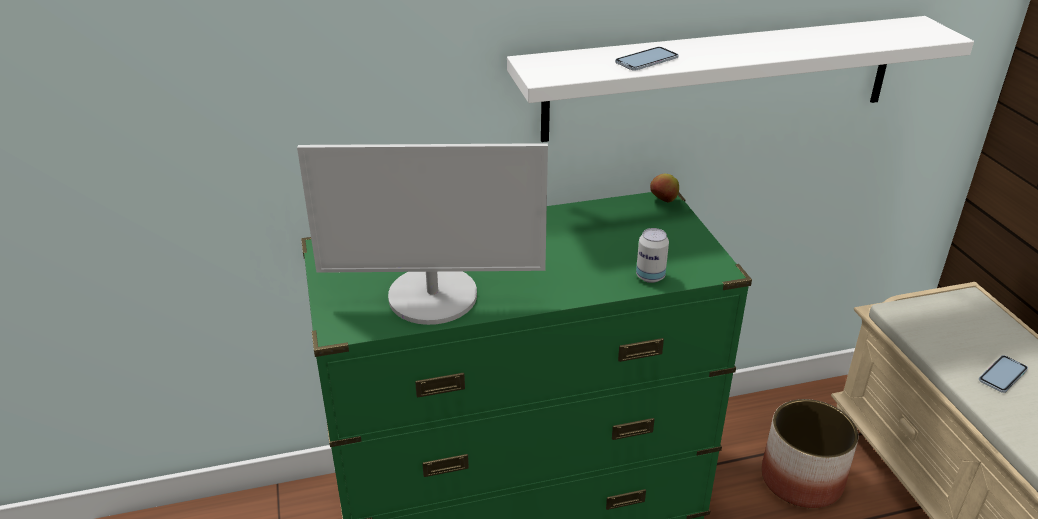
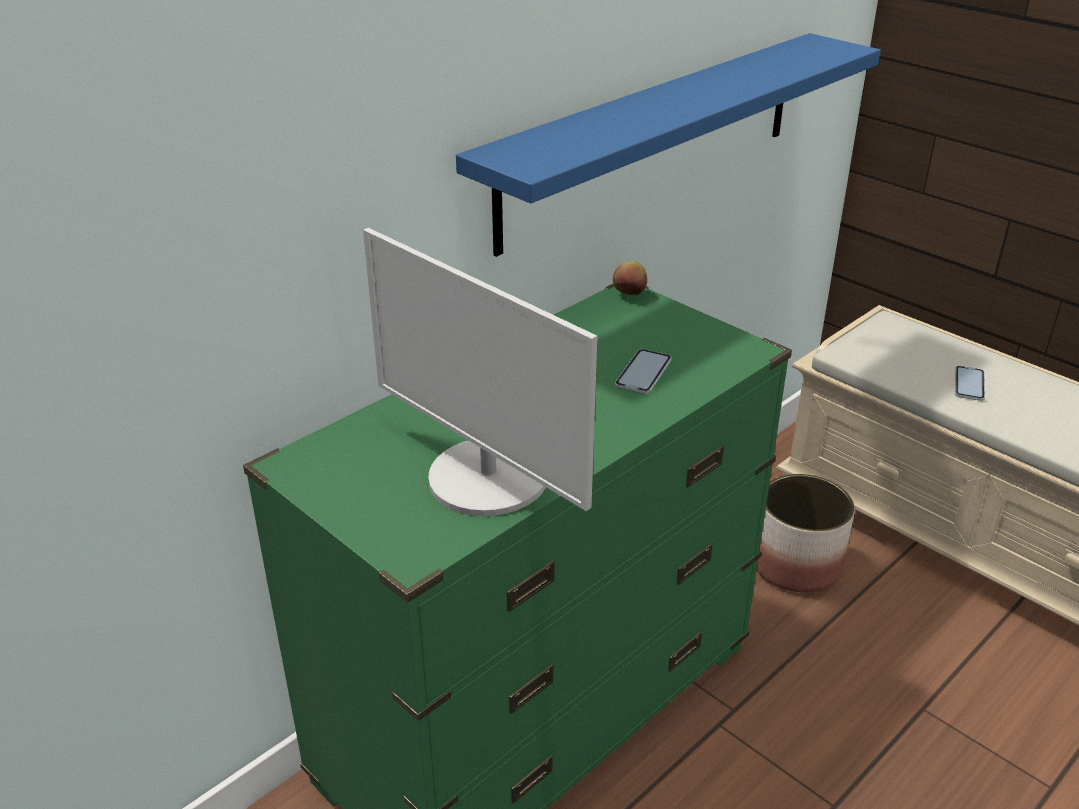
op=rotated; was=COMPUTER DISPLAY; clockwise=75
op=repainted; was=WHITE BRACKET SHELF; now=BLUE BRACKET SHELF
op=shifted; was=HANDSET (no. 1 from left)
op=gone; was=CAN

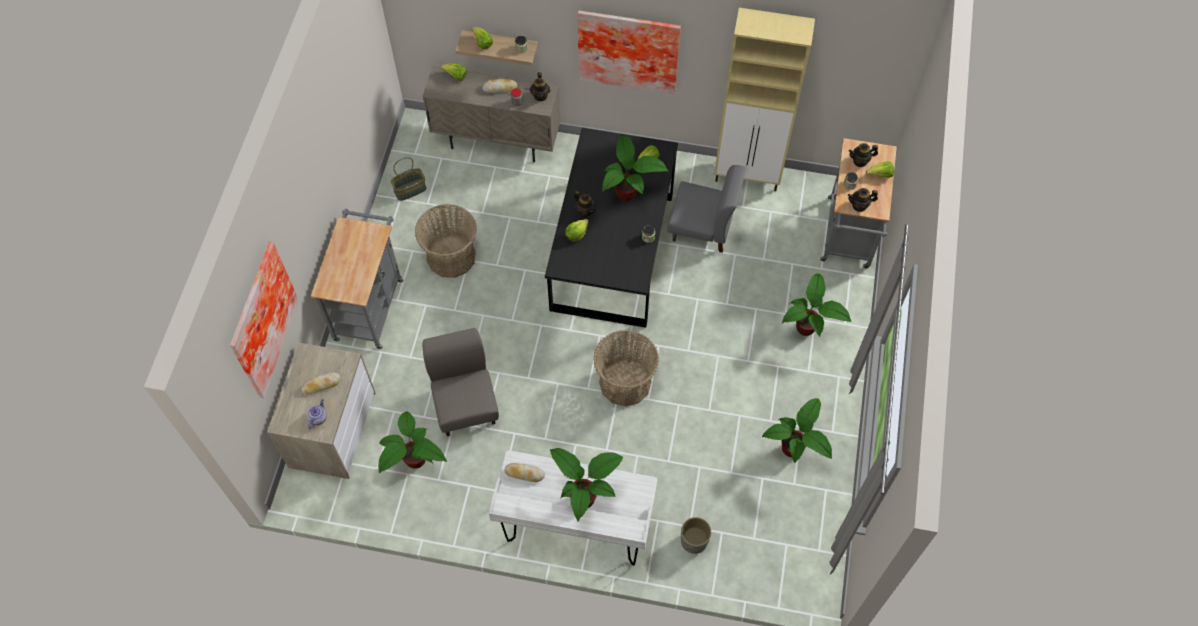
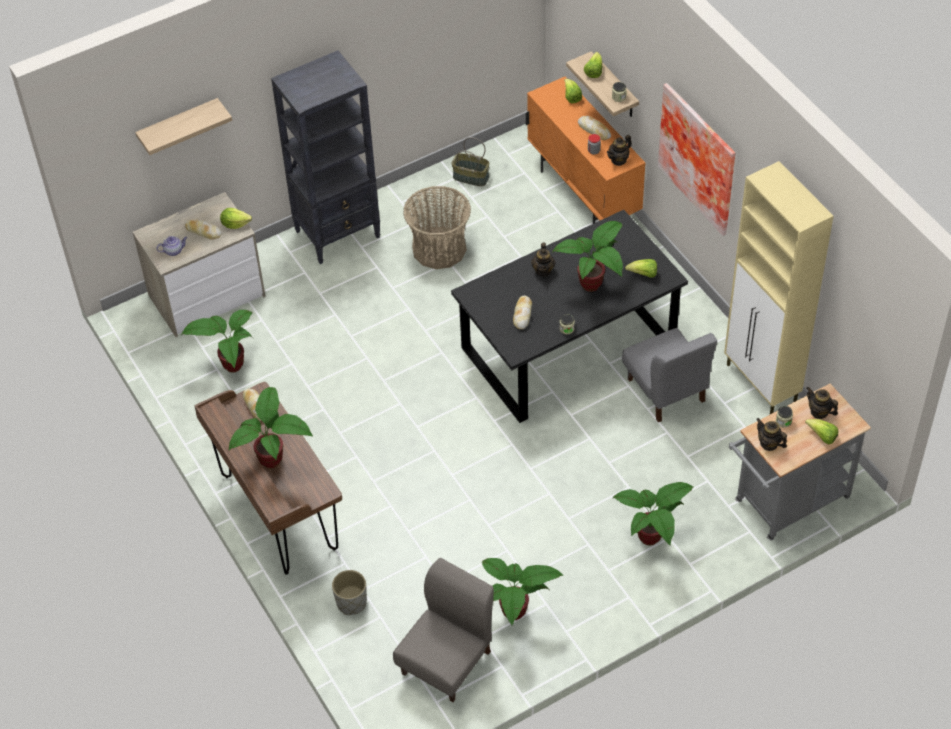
op=swapped; was=WALL ART (no. 1 from left); now=BRACKET SHELF (no. 1 from left)
op=repainted; was=WHITE DESK; now=BROWNISH DESK
op=shifted; was=HEAD OF LETTUCE (no. 3 from left in the first image); now=HEAD OF LETTUCE (no. 1 from left)
op=swapped; was=GRAY CART (no. 1 from left); now=BLACK-COLOURED BOOKSHELF
op=shifted; was=GRAY PLAIN CHAIR (no. 1 from left)
op=new; now=BAKERY BREAD (no. 3 from left)
op=repainted; was=BEIGE STORAGE CABINET (no. 1 from left); now=ORANGEY STORAGE CABINET
op=gone; was=STORAGE BASKET (no. 3 from left)

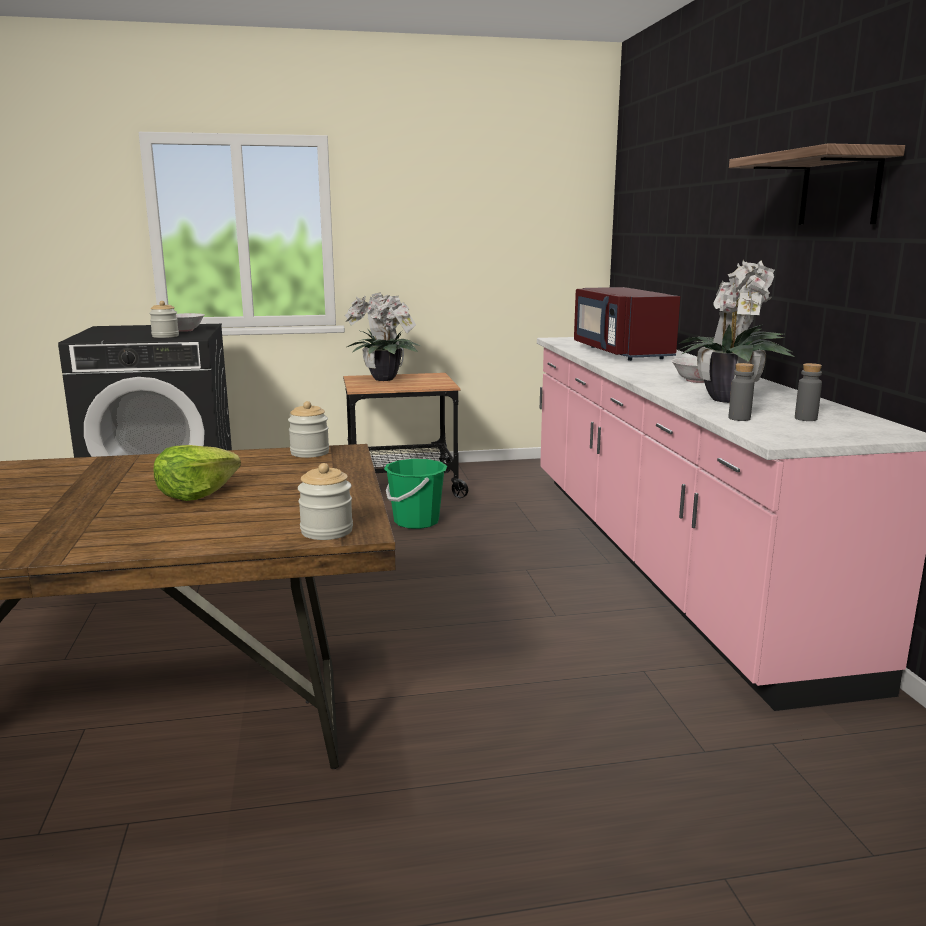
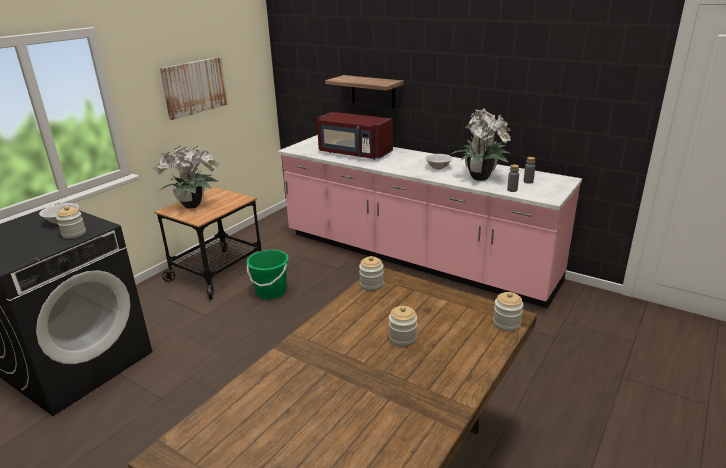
op=new; now=WALL ART
op=shifted; was=BRACKET SHELF
op=swapped; was=HEAD OF LETTUCE; now=STORAGE JAR (no. 3 from left)

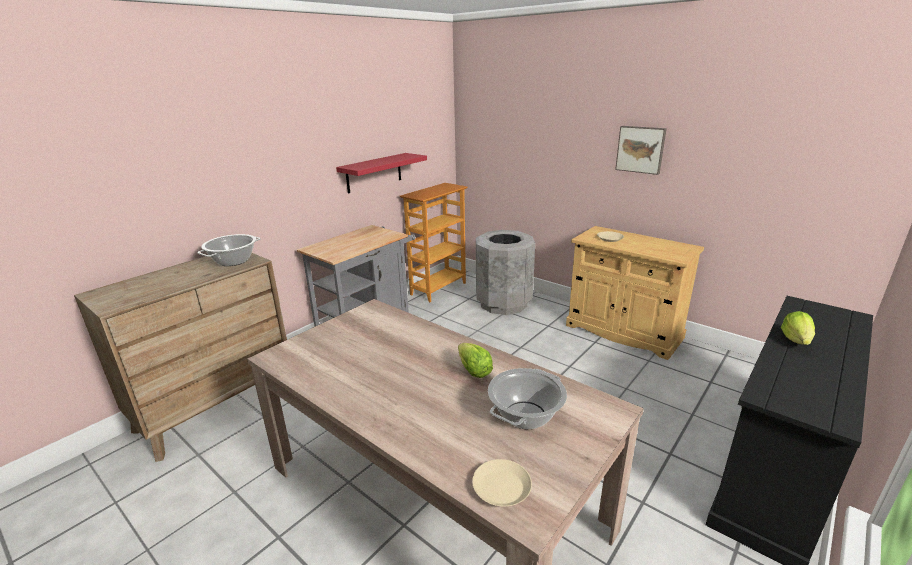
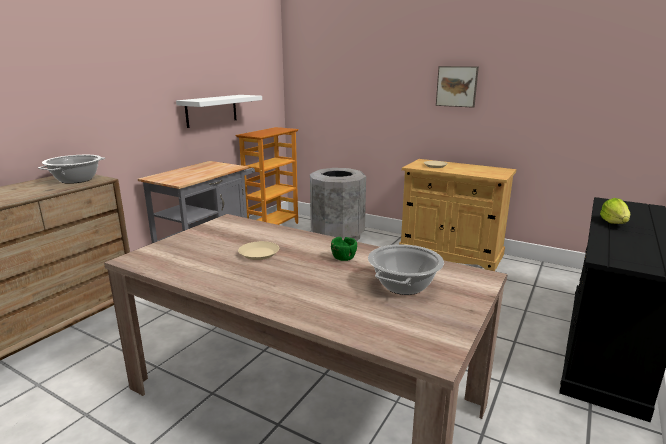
op=repainted; was=REDDISH BRACKET SHELF; now=WHITE BRACKET SHELF
op=shifted; was=BEIGE FLAT DISH (no. 1 from left)
op=swapped; was=HEAD OF LETTUCE (no. 1 from left); now=GREEN-COLOURED SERVING BOWL

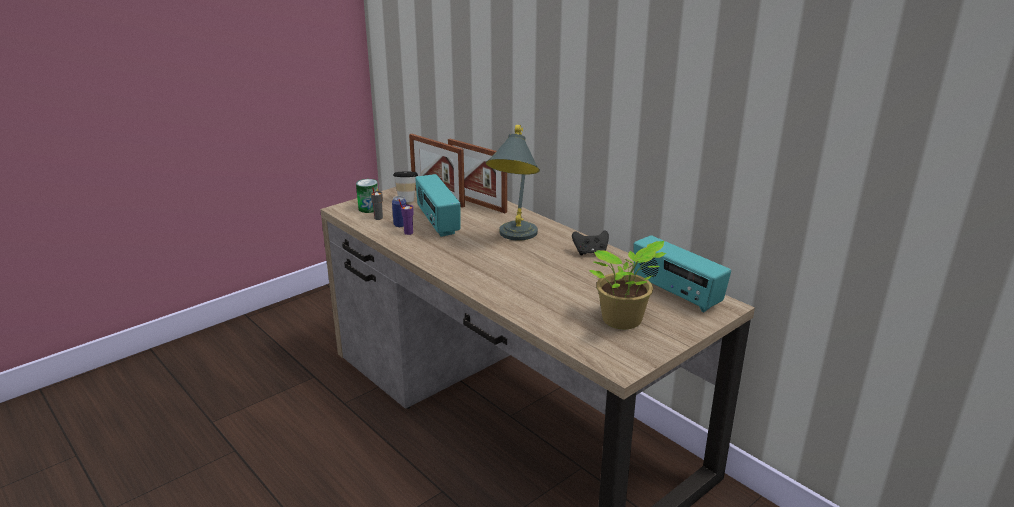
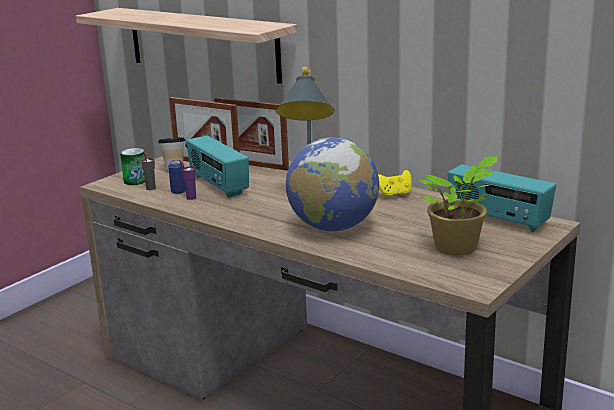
op=new; now=BRACKET SHELF
op=new; now=DESK GLOBE
op=repainted; was=BLACK-COLOURED GAMEPAD; now=YELLOW GAMEPAD

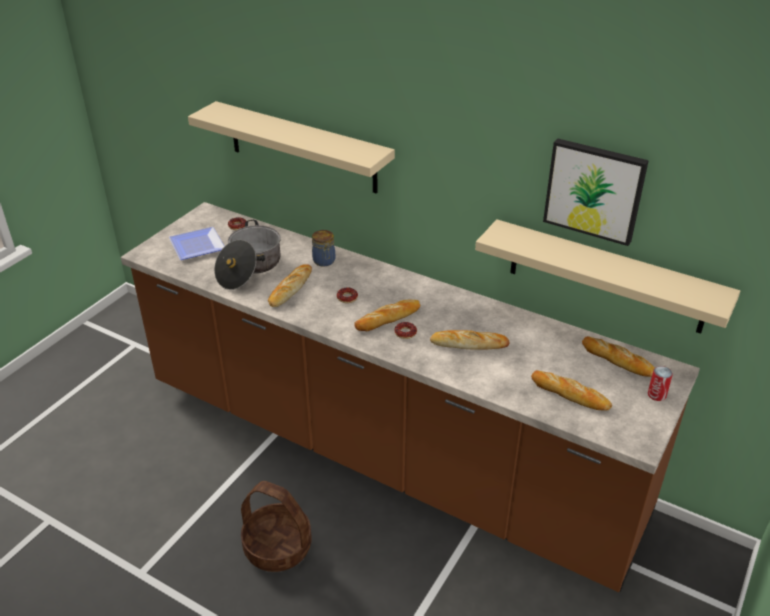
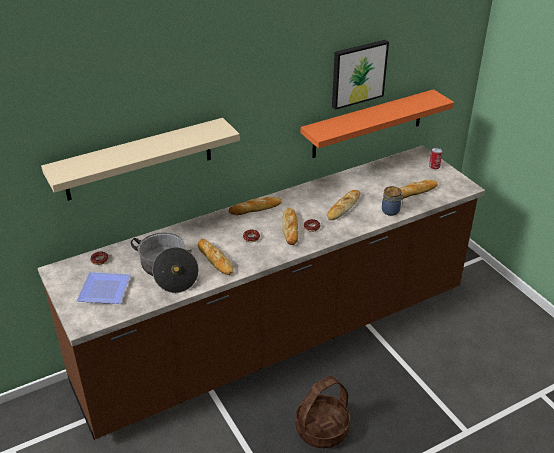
op=shifted; was=BAKERY BREAD (no. 5 from left in the first image); now=BAKERY BREAD (no. 2 from left)
op=repainted; was=BEIGE BRACKET SHELF (no. 2 from left); now=ORANGEY BRACKET SHELF
op=shifted; was=STORAGE JAR

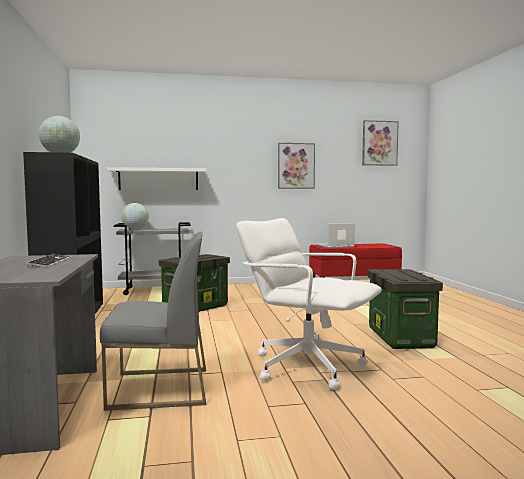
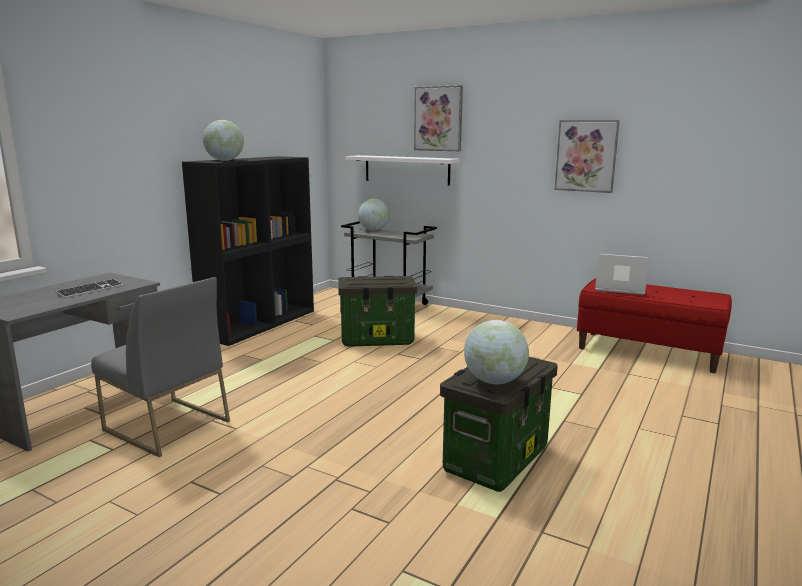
op=shifted; was=WALL ART (no. 2 from left in the first image); now=WALL ART (no. 1 from left)
op=new; now=DESK GLOBE (no. 3 from left)
op=gone; was=WHITE COMPUTER CHAIR

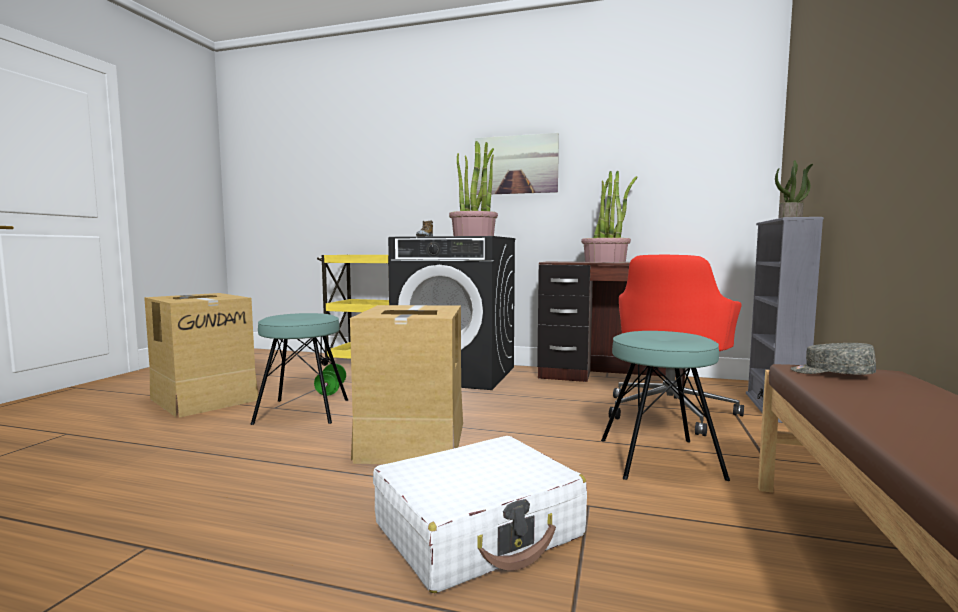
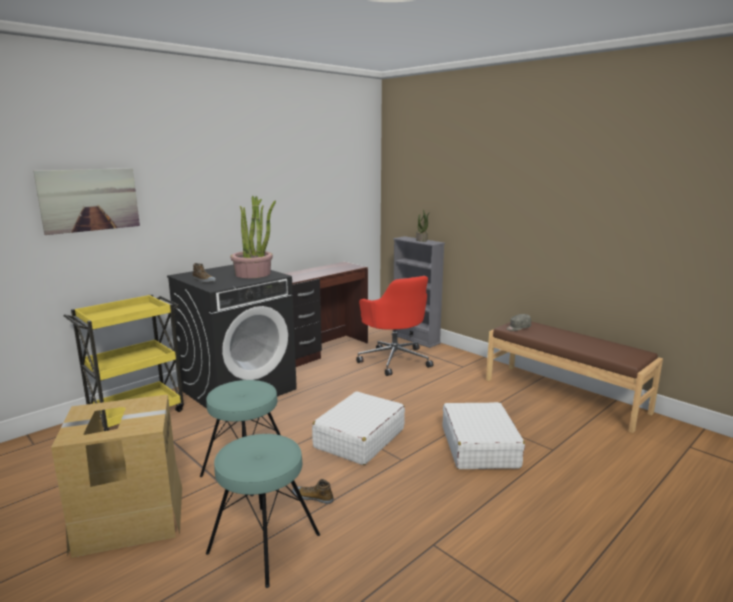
op=shifted; was=WALL ART
op=shifted; was=TURQUOISE STOOL (no. 2 from left)
op=new; now=LOW SHOE (no. 2 from left)
op=swapped; was=PACKING BOX (no. 2 from left); now=WHITE PIECE OF LUGGAGE (no. 1 from left)
op=gone; was=GREEN-COLOURED FREE WEIGHT
op=gone; was=PLANT IN A POT (no. 2 from left)

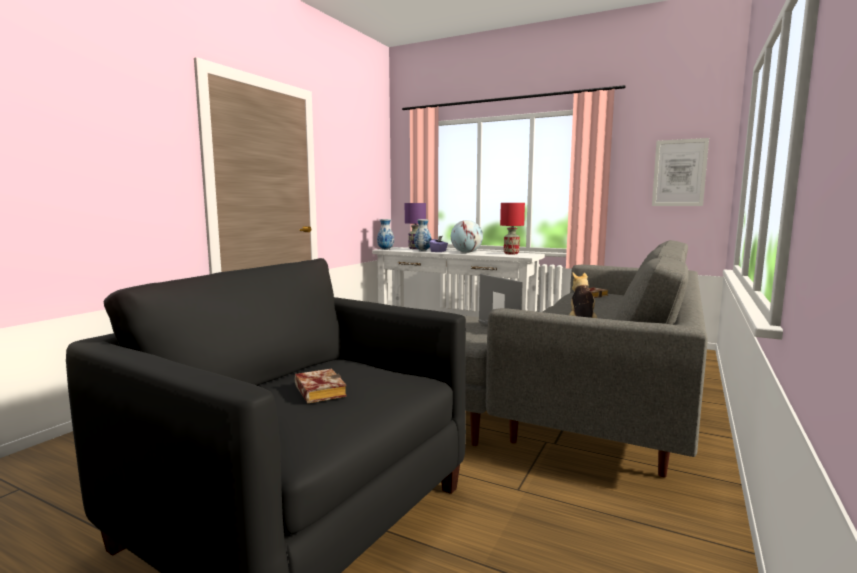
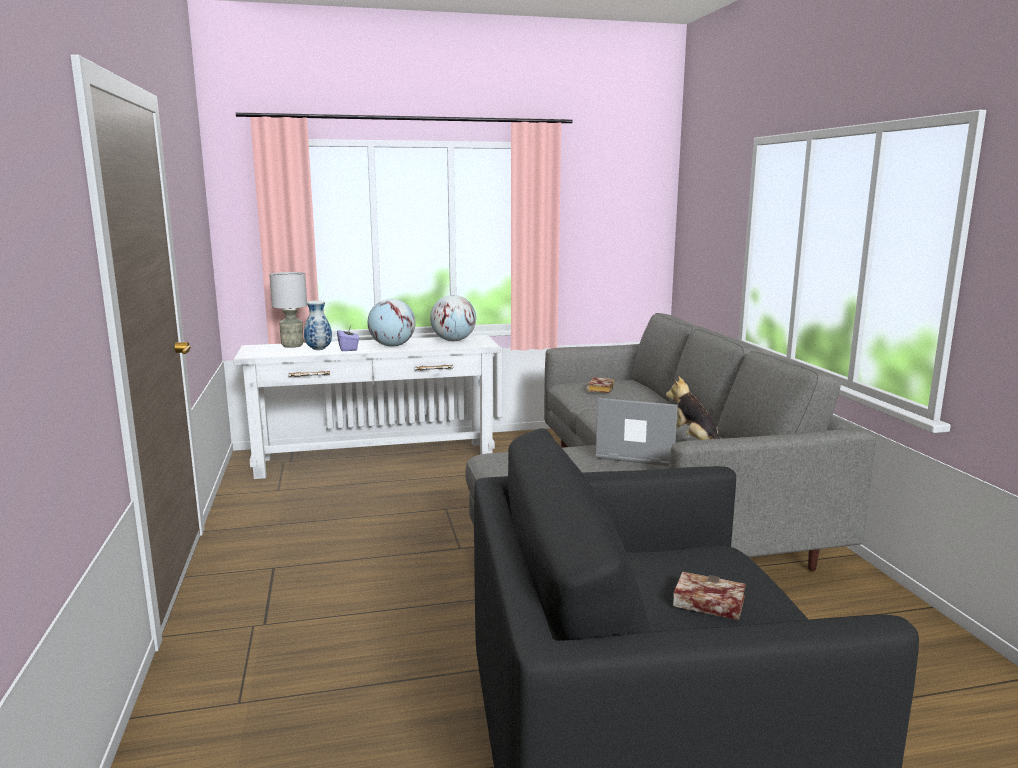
op=repainted; was=PURPLE LAMP FOR A TABLE; now=GRAY LAMP FOR A TABLE
op=swapped; was=REDDISH LAMP FOR A TABLE; now=DESK GLOBE (no. 2 from left)
op=gone; was=FLOWER VASE (no. 1 from left)
op=gone; was=WALL ART

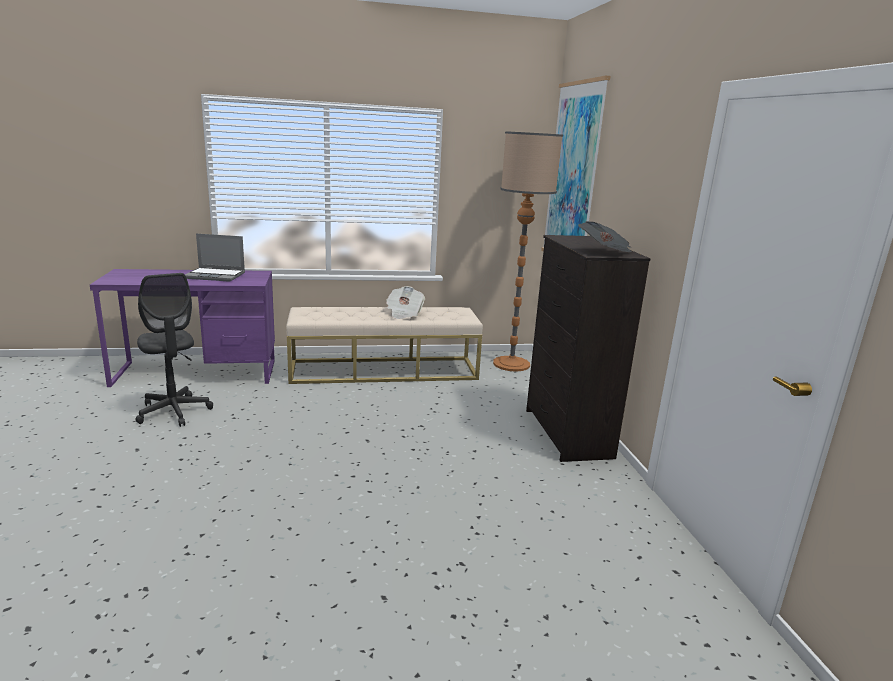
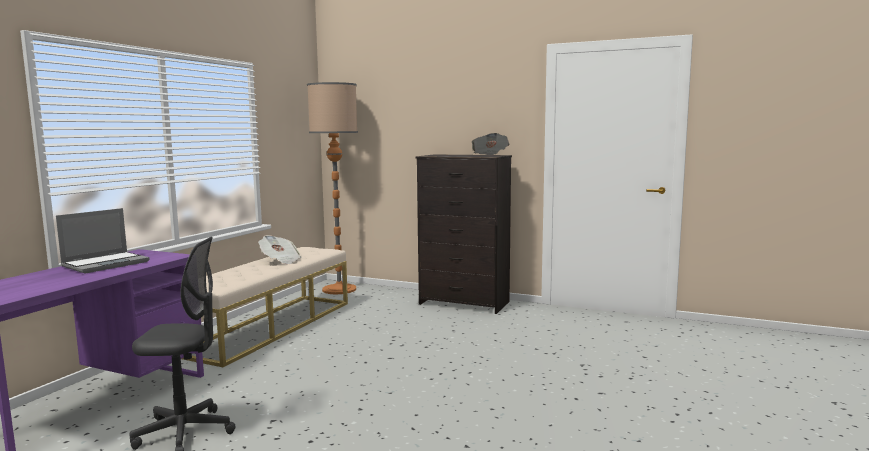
op=gone; was=WALL ART

